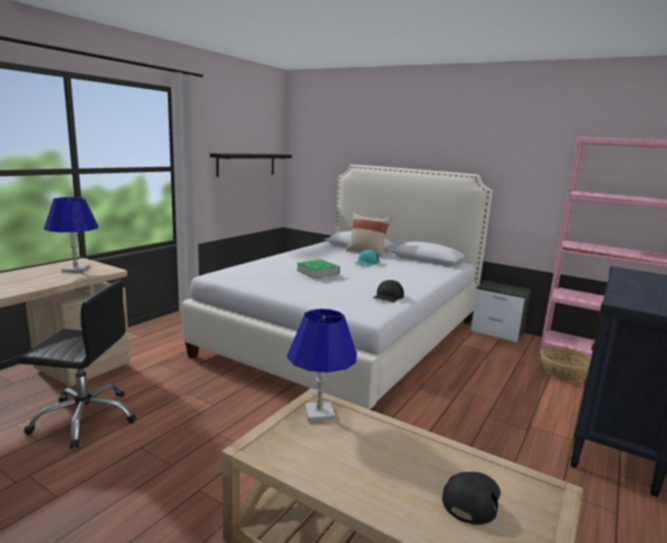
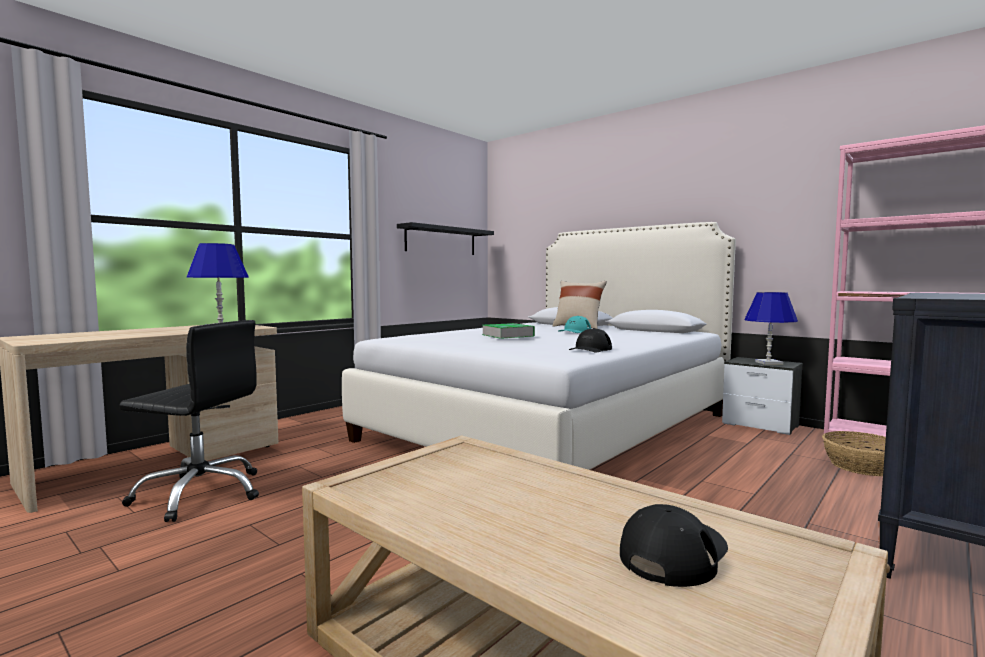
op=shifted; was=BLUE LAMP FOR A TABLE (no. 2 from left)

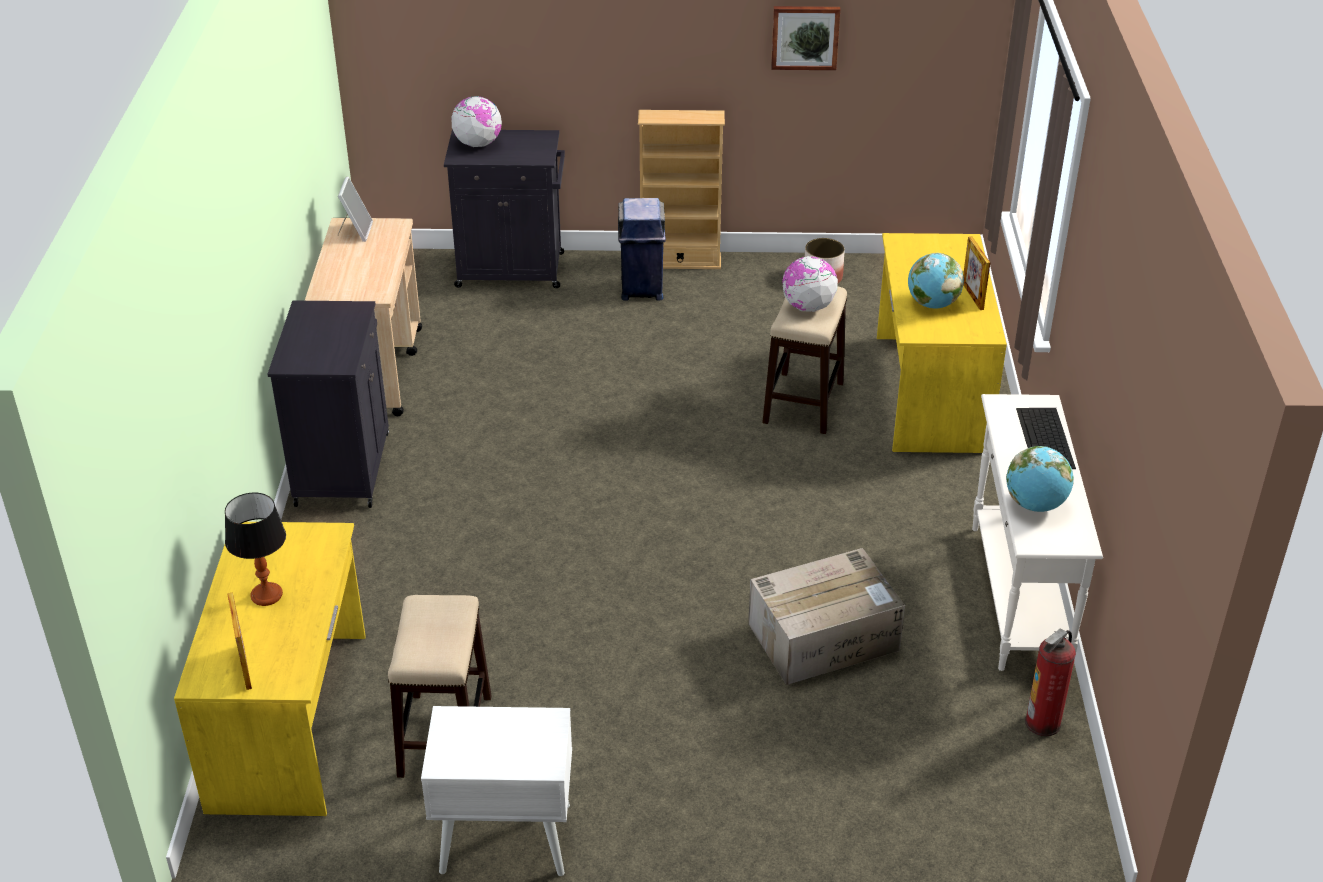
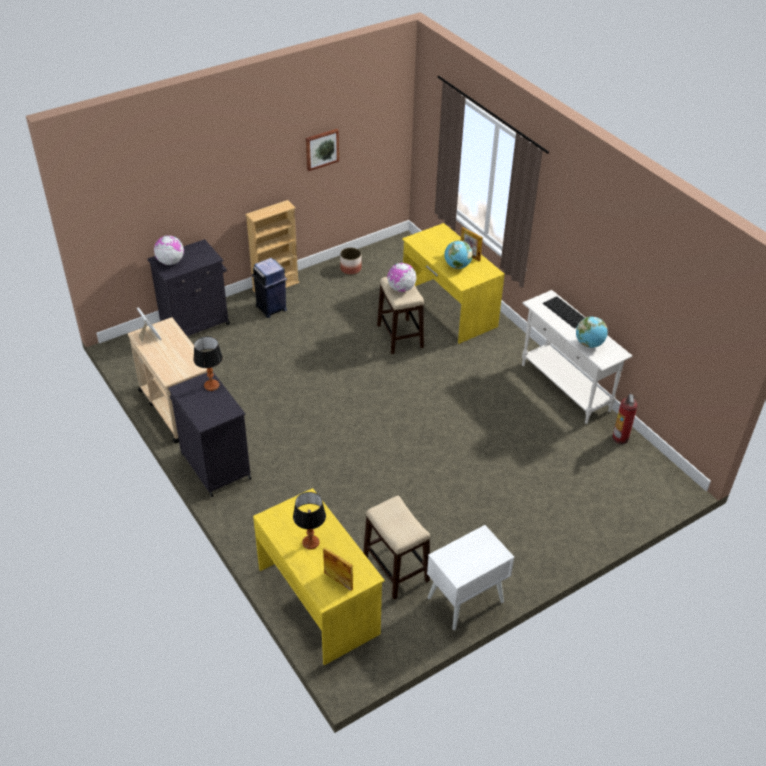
op=new; now=LAMP FOR A TABLE (no. 1 from left)
op=gone; was=PACKING BOX

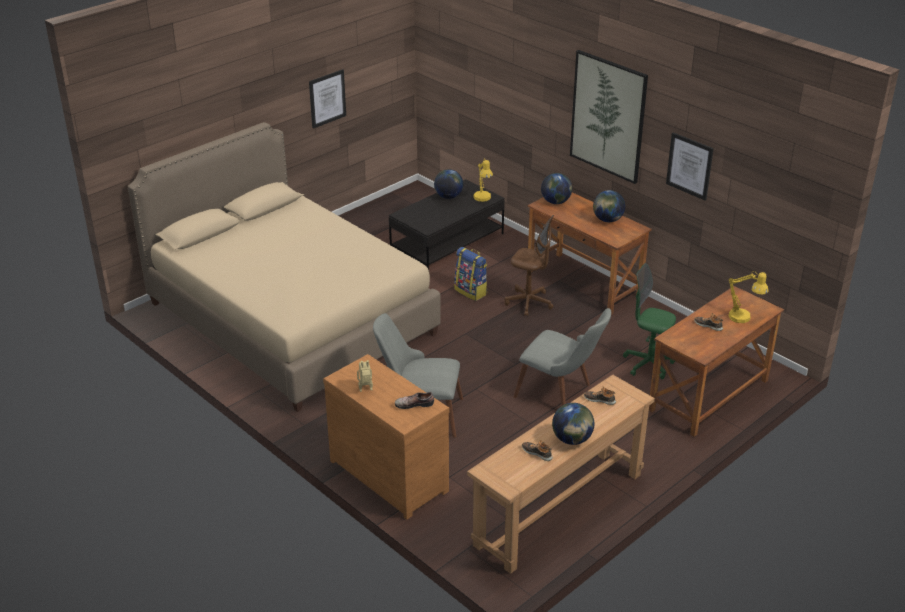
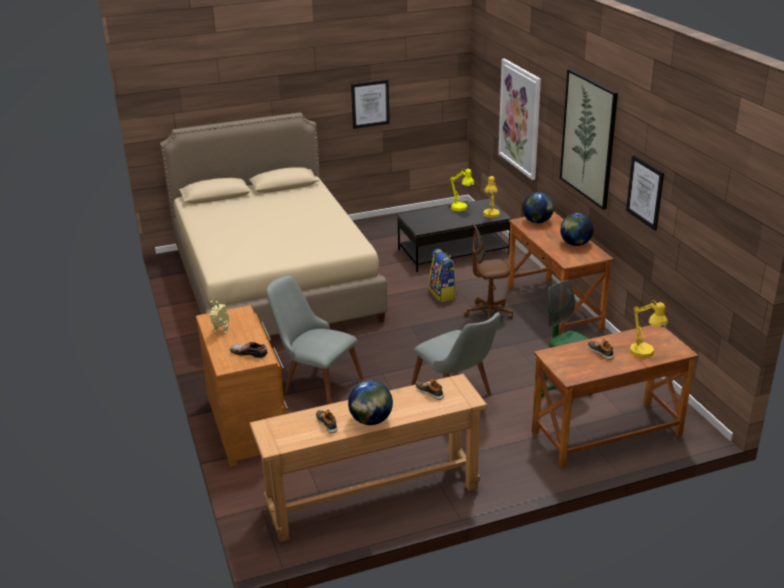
op=swapped; was=DESK GLOBE (no. 1 from left); now=YELLOW LAMP FOR A TABLE (no. 1 from left)
op=rotated; was=BROWNISH COMPUTER CHAIR; clockwise=120
op=new; now=WALL ART (no. 2 from left)

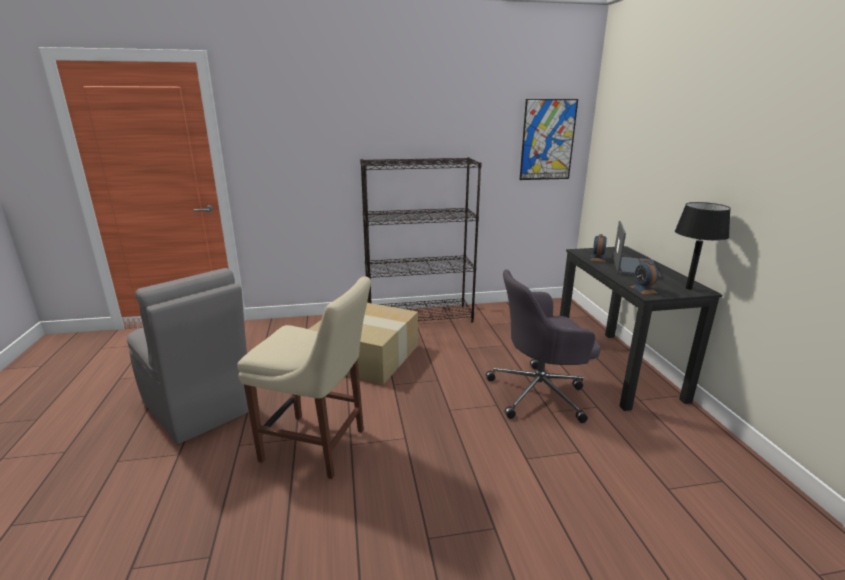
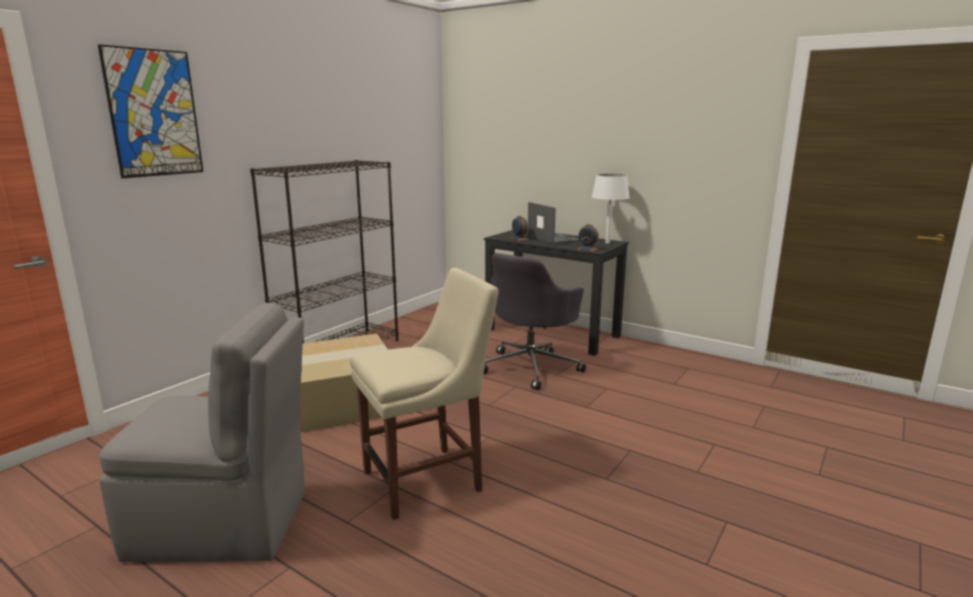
op=shifted; was=WALL ART
op=repainted; was=BLACK-COLOURED LAMP FOR A TABLE; now=WHITE LAMP FOR A TABLE

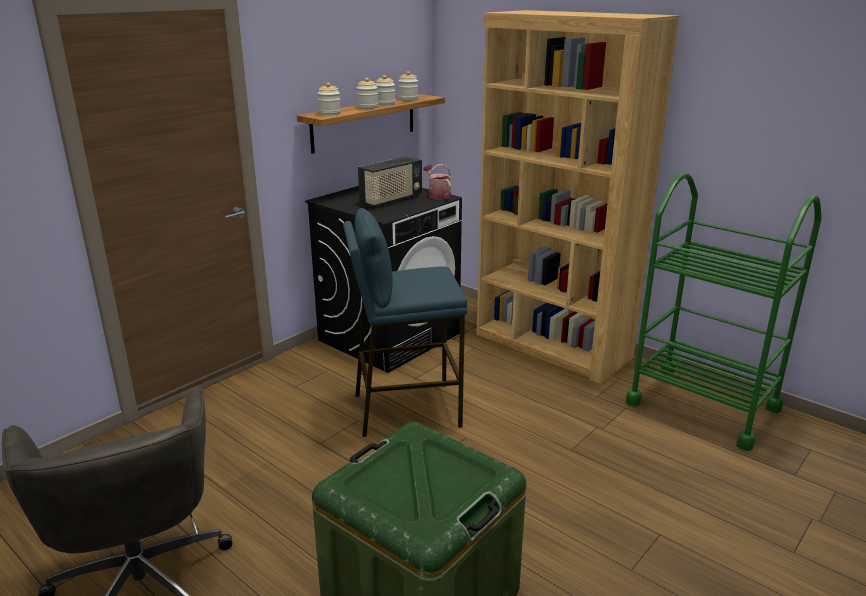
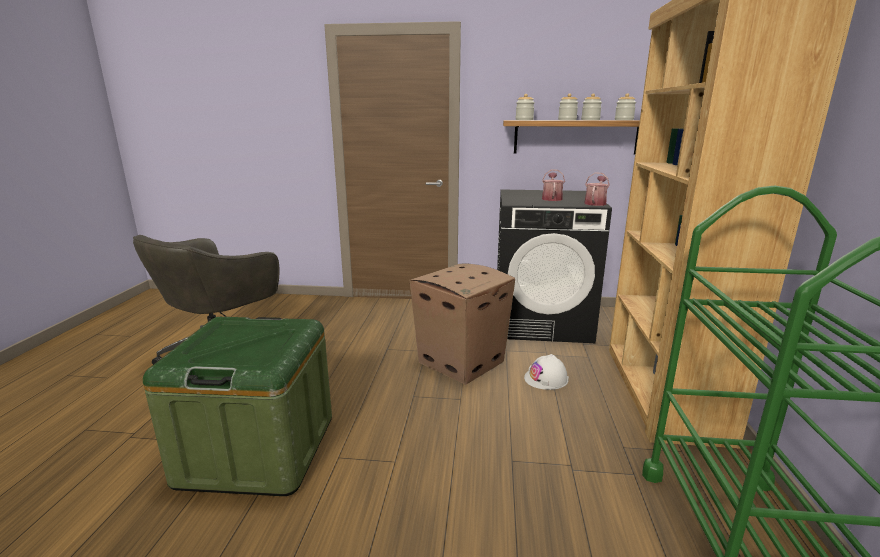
op=swapped; was=BLUE STOOL; now=PACKING BOX
op=new; now=WHITE HARD HAT
op=swapped; was=RADIO; now=SPRINKLING CAN (no. 1 from left)

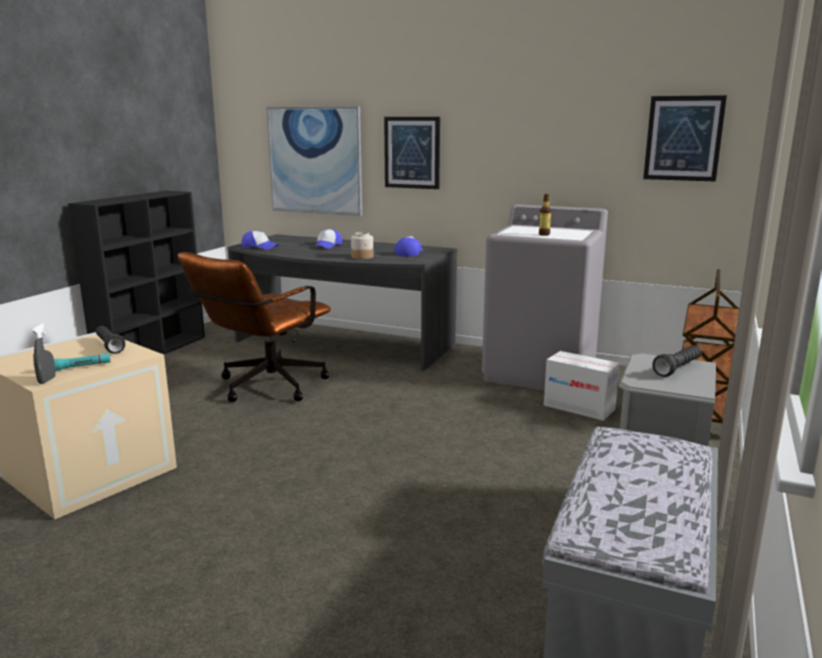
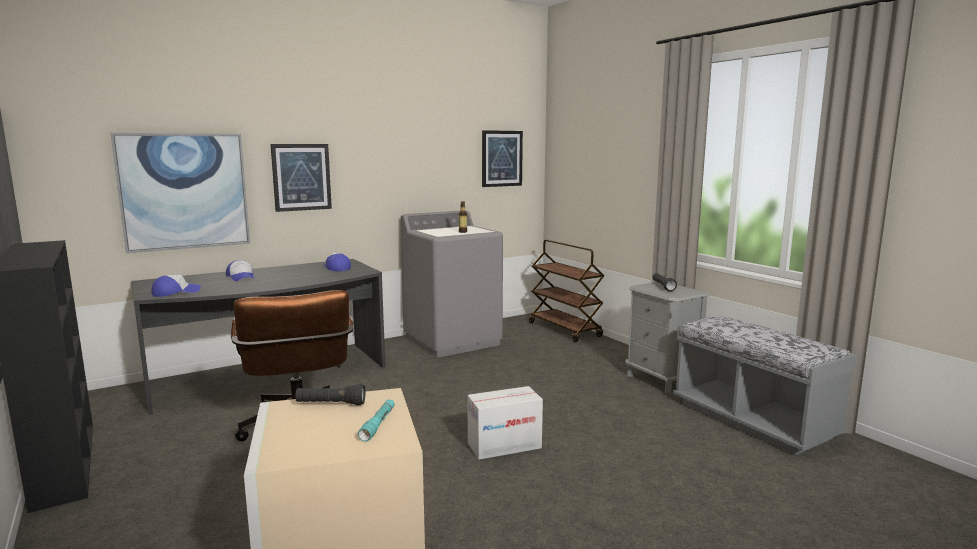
op=shifted; was=PACKING BOX
op=gone; was=GRAY SPRAY BOTTLE
op=gone; was=STORAGE JAR

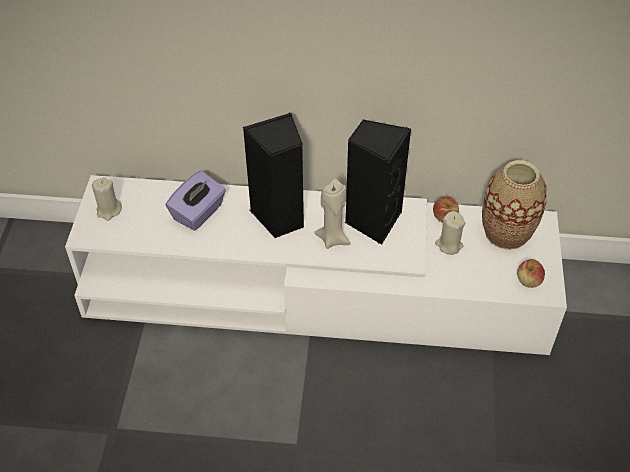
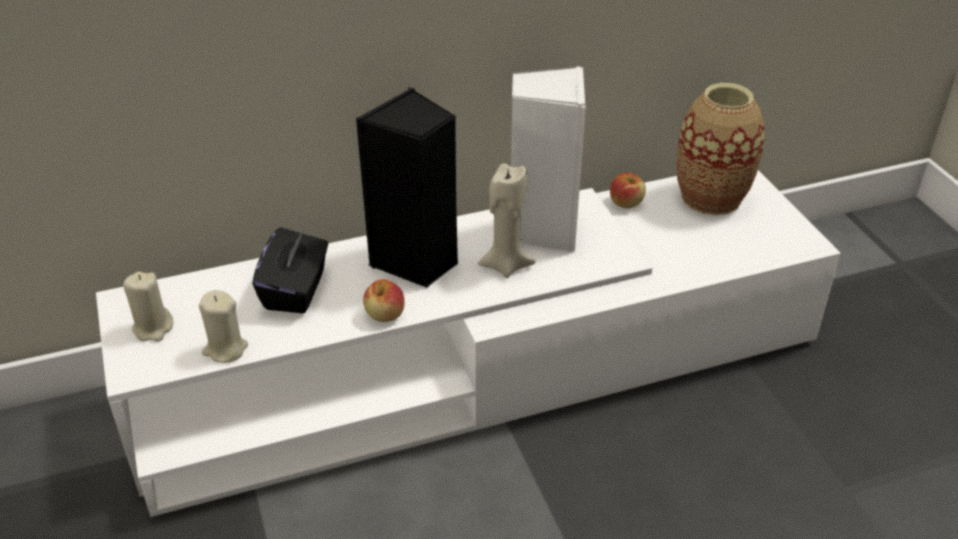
op=shifted; was=BEIGE WAX CANDLE (no. 3 from left in the first image); now=BEIGE WAX CANDLE (no. 2 from left)
op=repainted; was=PURPLE TISSUE BOX; now=BLACK-COLOURED TISSUE BOX
op=shifted; was=APPLE FRUIT (no. 2 from left in the first image); now=APPLE FRUIT (no. 1 from left)
op=repainted; was=BLACK-COLOURED AUDIO SPEAKER (no. 2 from left); now=WHITE AUDIO SPEAKER

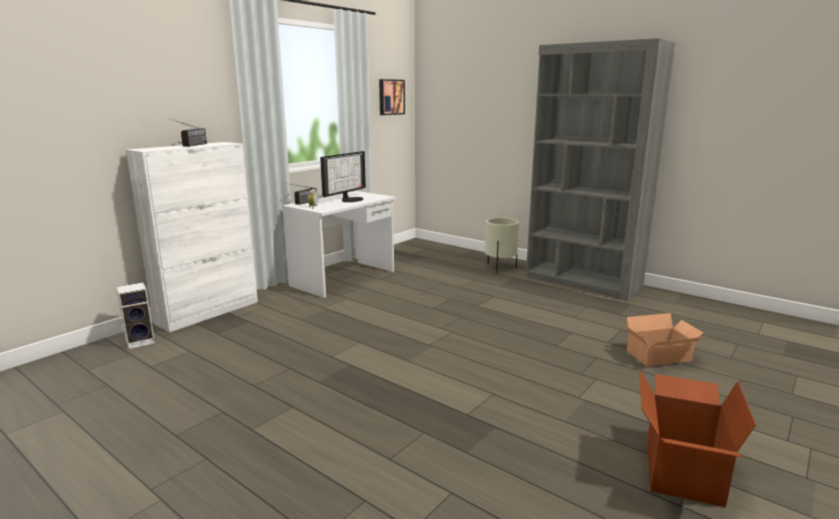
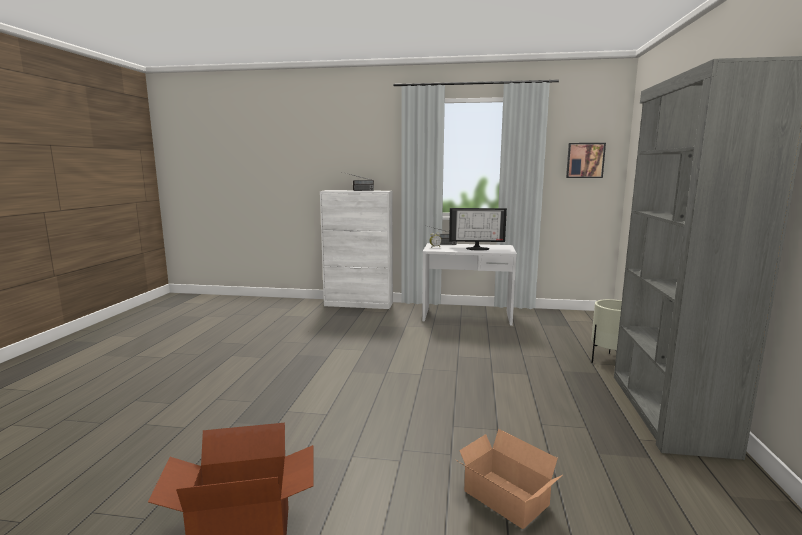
op=gone; was=AUDIO SPEAKER

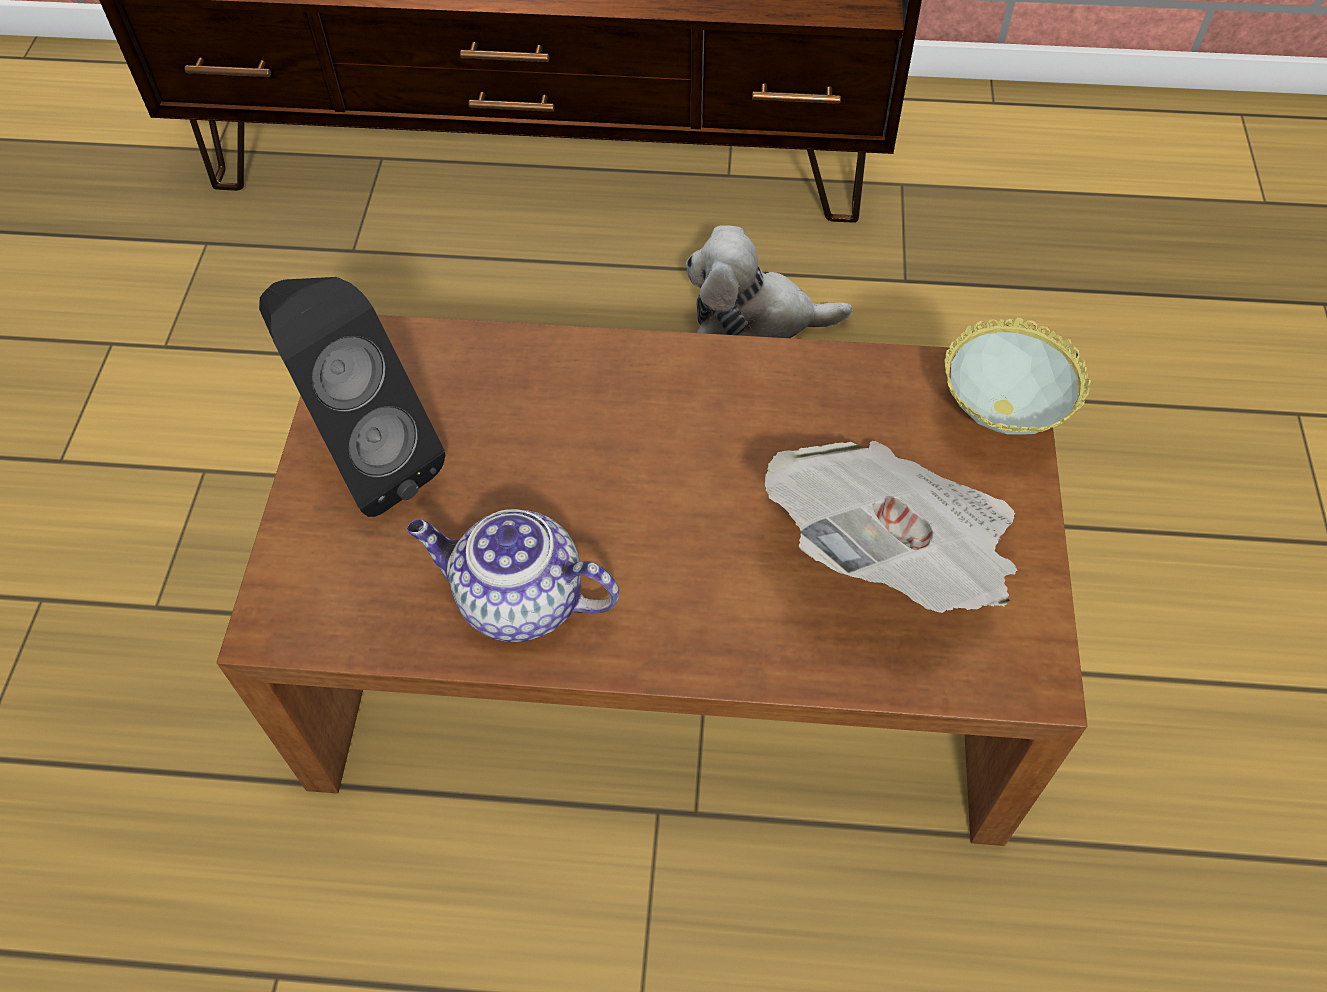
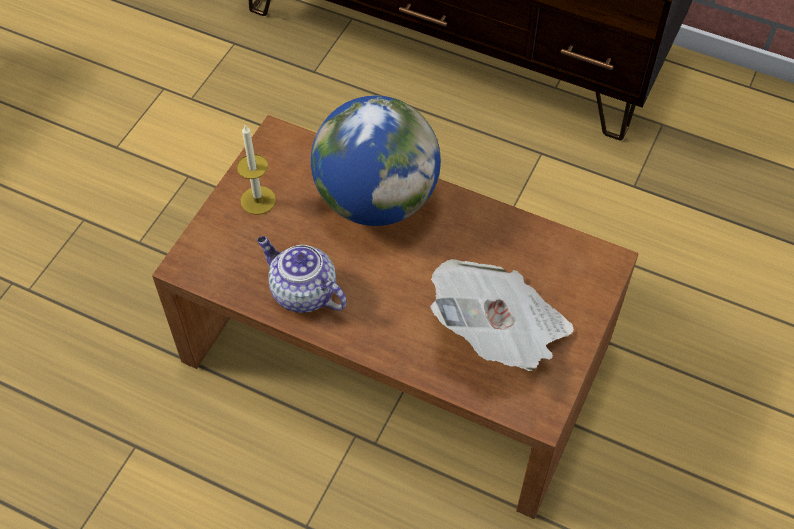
op=swapped; was=BLACK-COLOURED AUDIO SPEAKER; now=WAX CANDLE
op=new; now=DESK GLOBE
op=gone; was=SOFT TOY
op=gone; was=SERVING BOWL

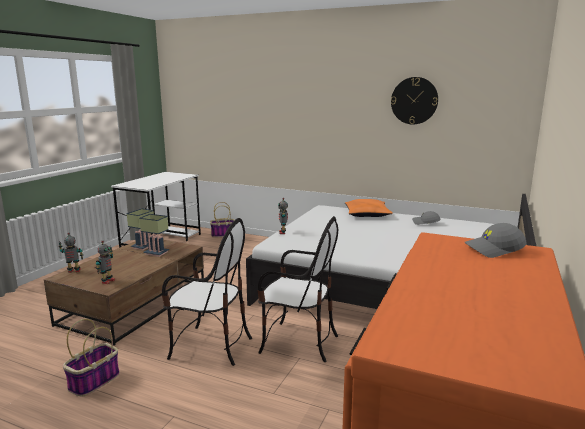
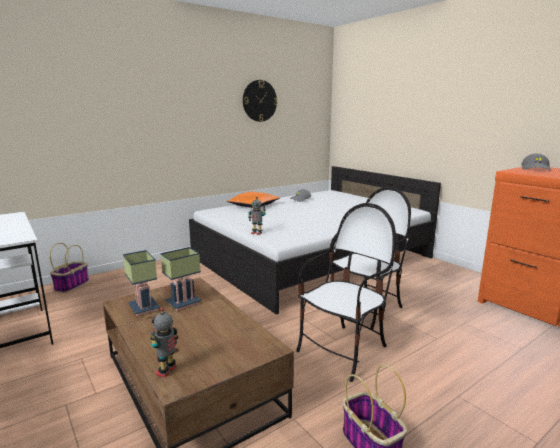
op=gone; was=ROBOT FIGURE (no. 2 from left)

